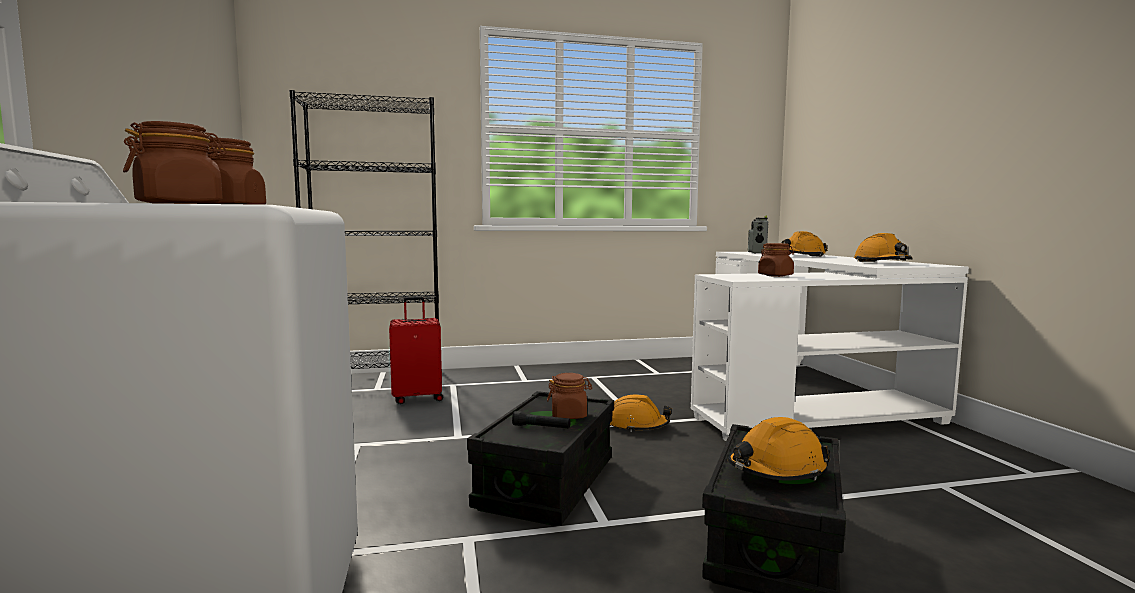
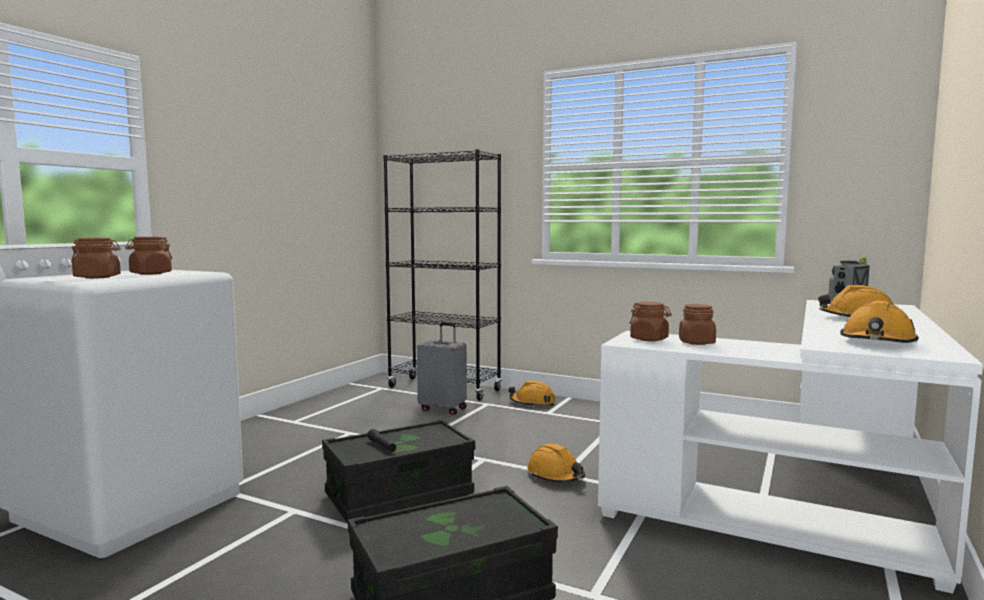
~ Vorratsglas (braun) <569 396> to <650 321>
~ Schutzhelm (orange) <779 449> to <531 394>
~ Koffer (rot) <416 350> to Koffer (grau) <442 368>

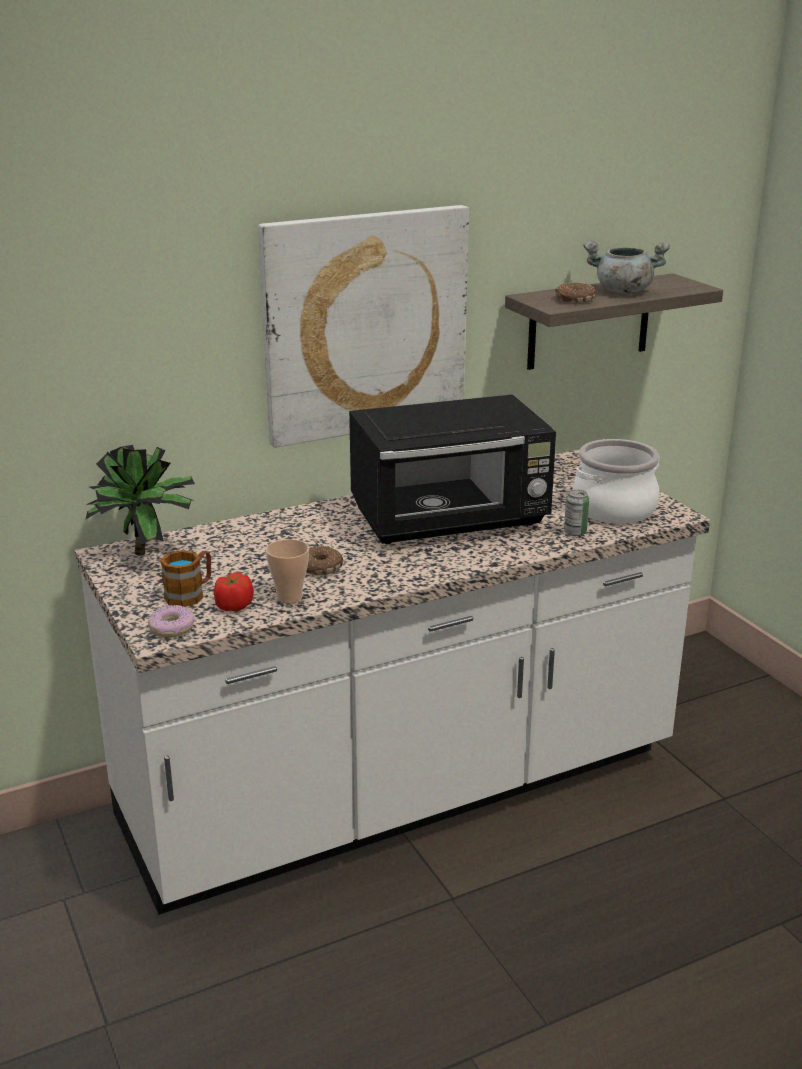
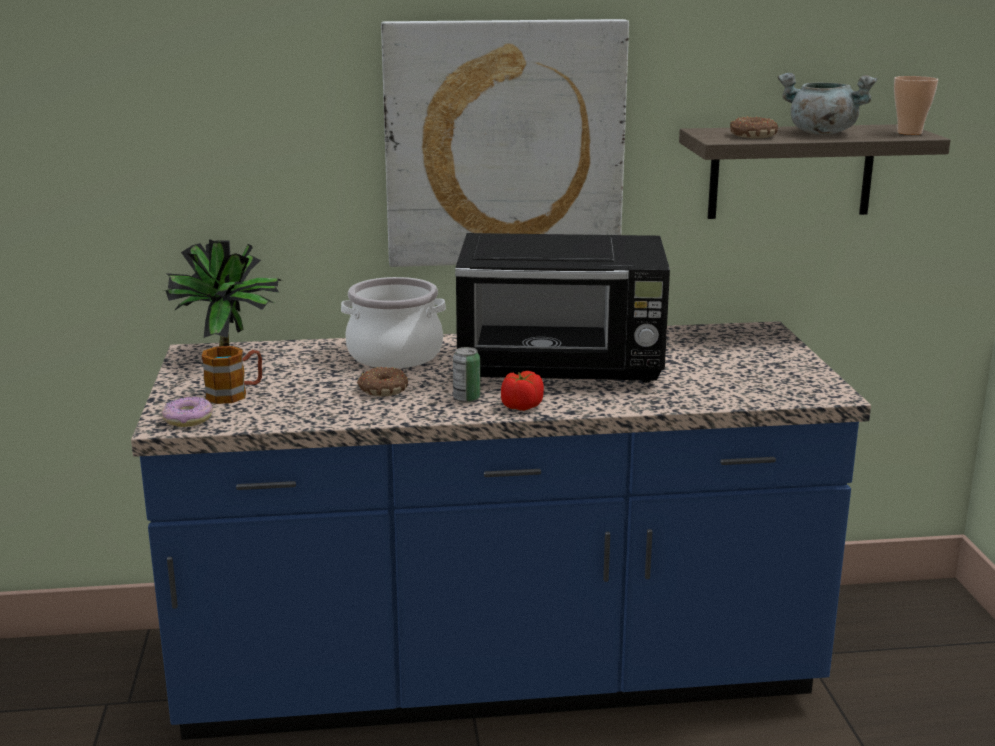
~ Tomate <233 591> to <522 391>
~ Tasse <287 571> to <916 105>
~ Dose <576 513> to <466 375>
~ Kochtopf <616 481> to <393 322>
~ Küchenzeile (weiß) <392 682> to Küchenzeile (blau) <501 530>

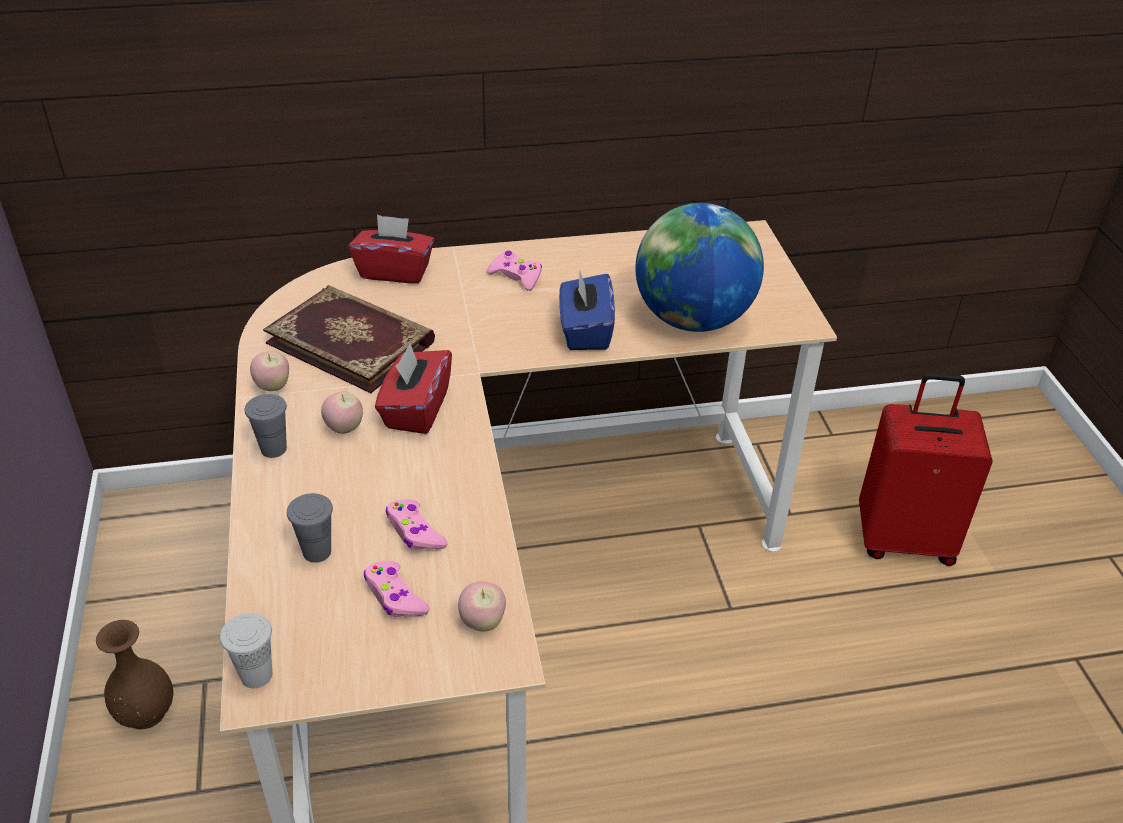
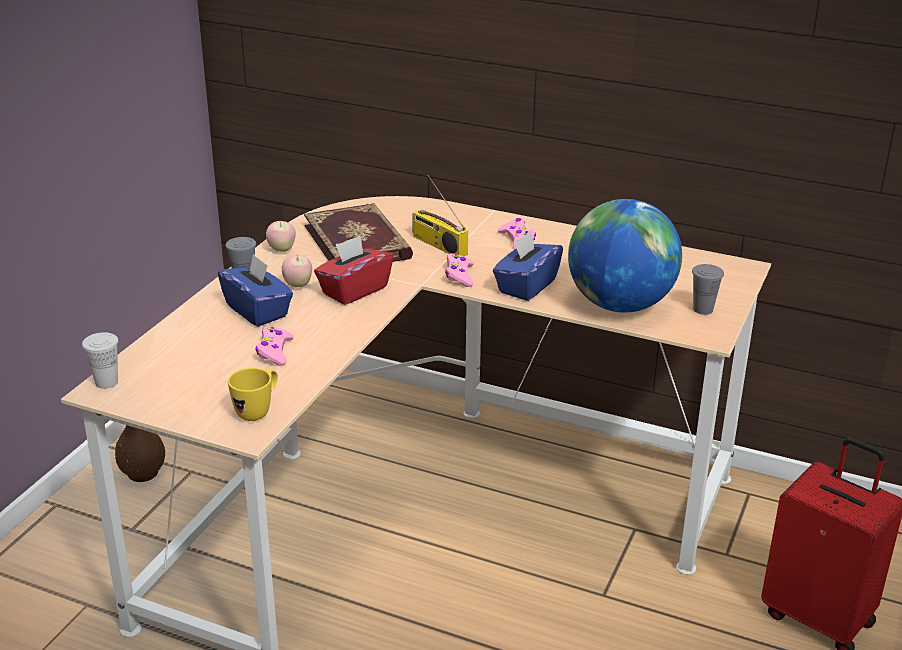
- Taschentuchbox (rot) <391 249>
+ Taschentuchbox (blau) <255 290>
+ Radio <440 215>
~ Tasse (grau) <310 528> to <708 289>
~ Gamepad (rosa) <397 589> to <459 270>
~ Apfel <482 606> to Henkelbecher (gelb) <253 394>

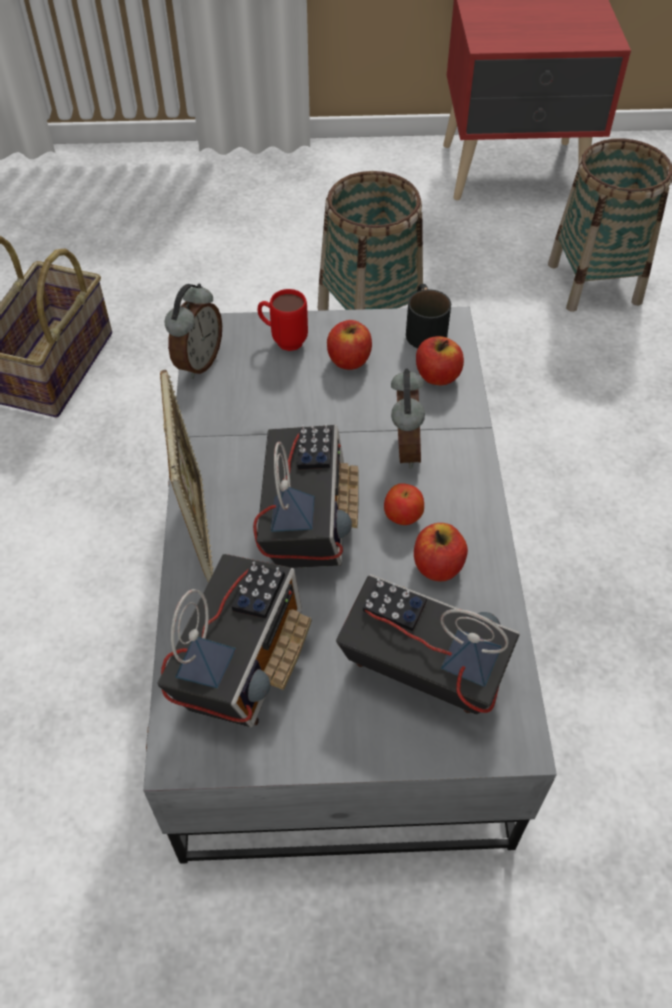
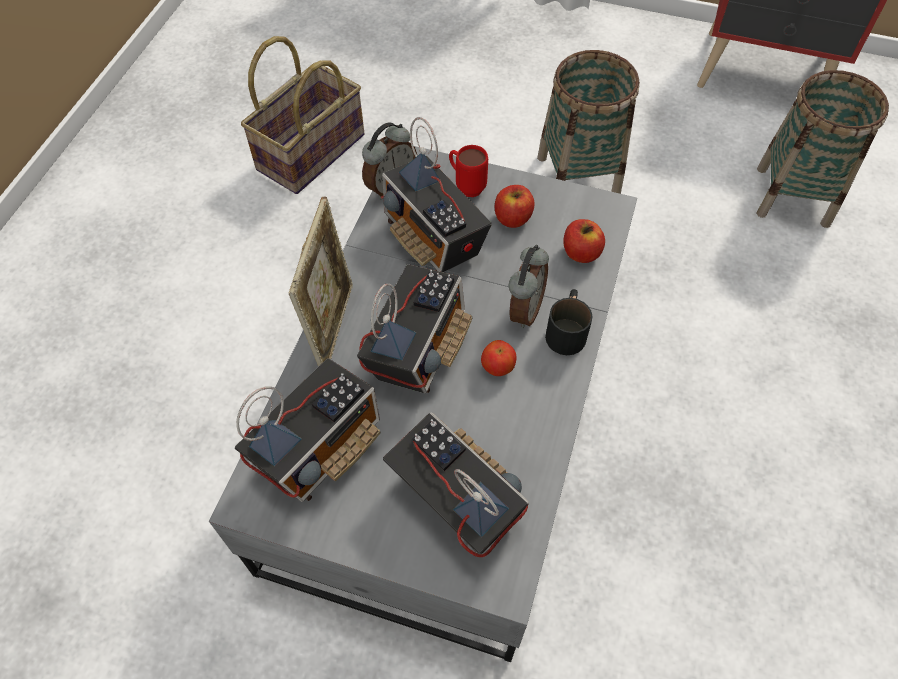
- Apfel <441 552>
+ Radio <436 194>
~ Henkelbecher (schwarz) <428 316> to <569 322>

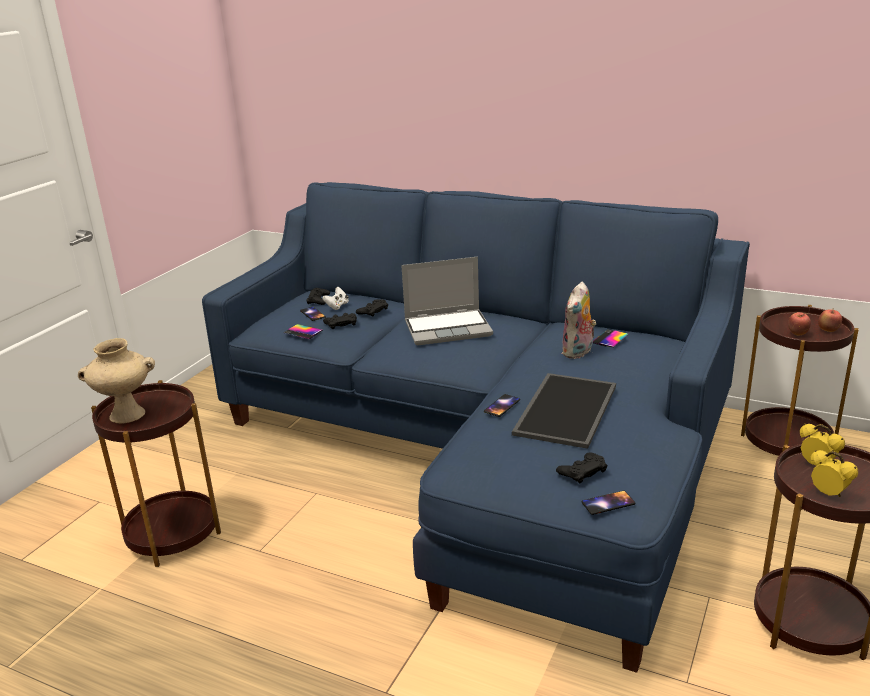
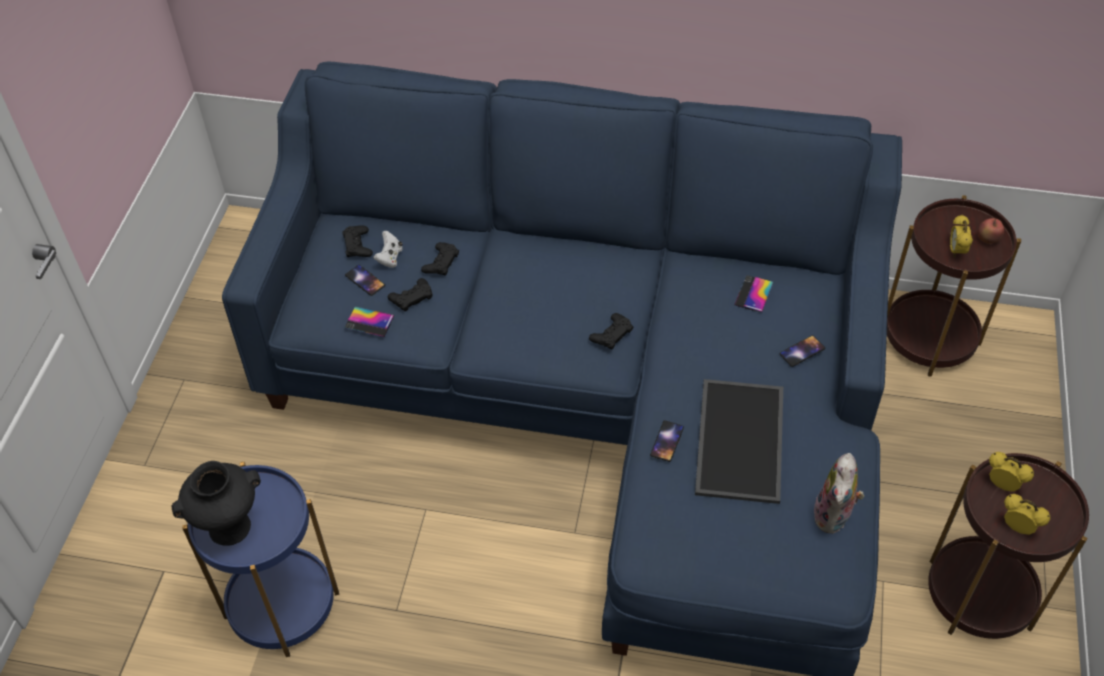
- Laptop <447 301>
~ Gamepad (schwarz) <582 468> to <611 331>
~ Plüschtier <578 320> to <839 493>
~ Handy <608 503> to <802 351>
~ Apfel <799 324> to Wecker <961 235>
~ Vase (beige) <116 381> to Vase (schwarz) <216 503>
~ Beistelltisch (braun) <156 473> to Beistelltisch (blau) <260 559>

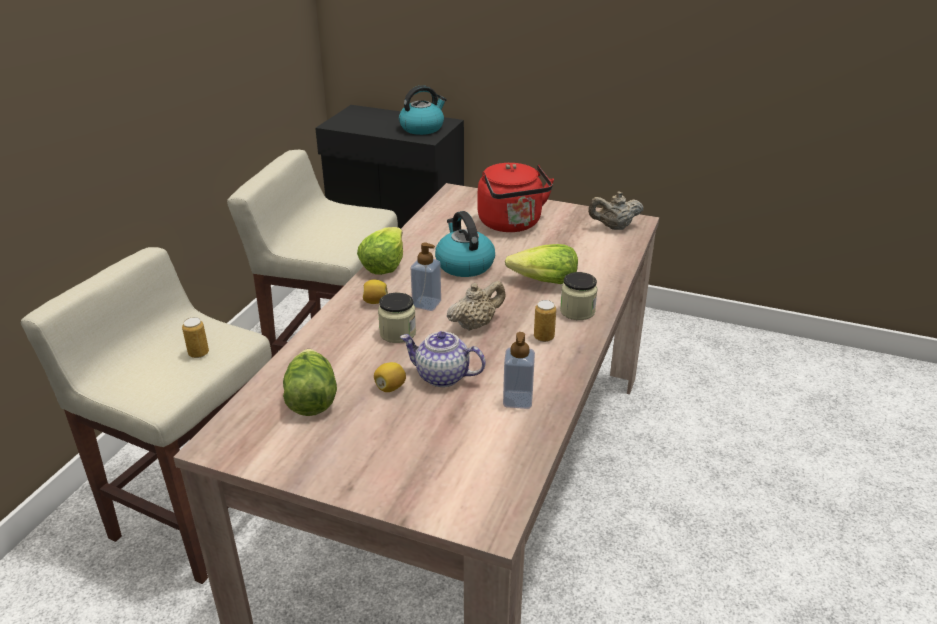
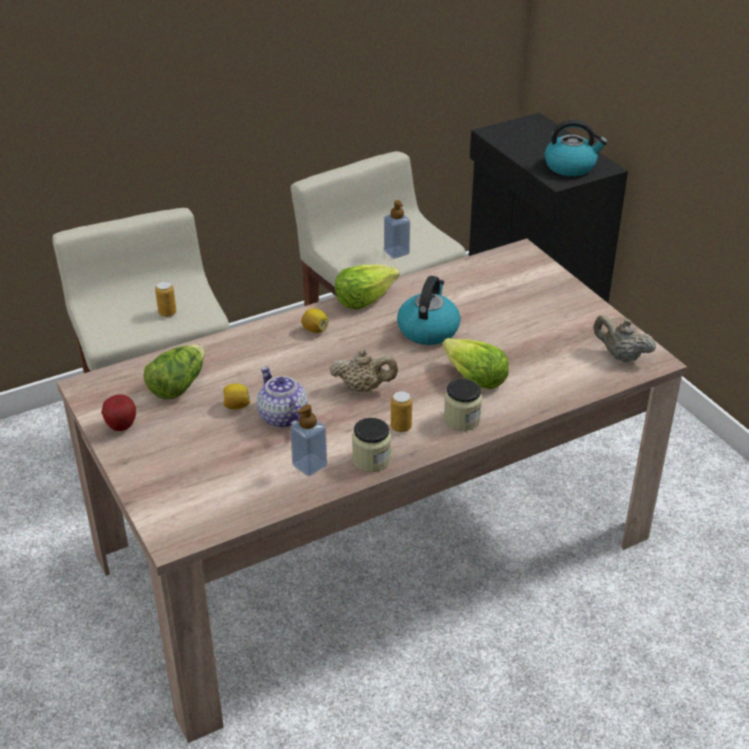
- Wasserkessel (rot) <516 197>
+ Apfel <118 412>
~ Vorratsglas <397 318> to <371 445>
~ Seifenspender <426 277> to <397 229>

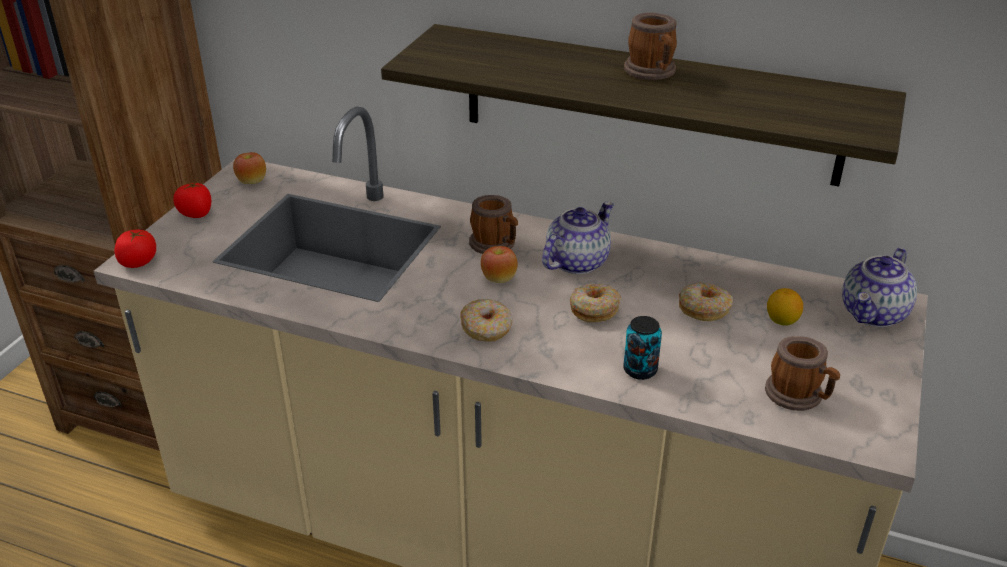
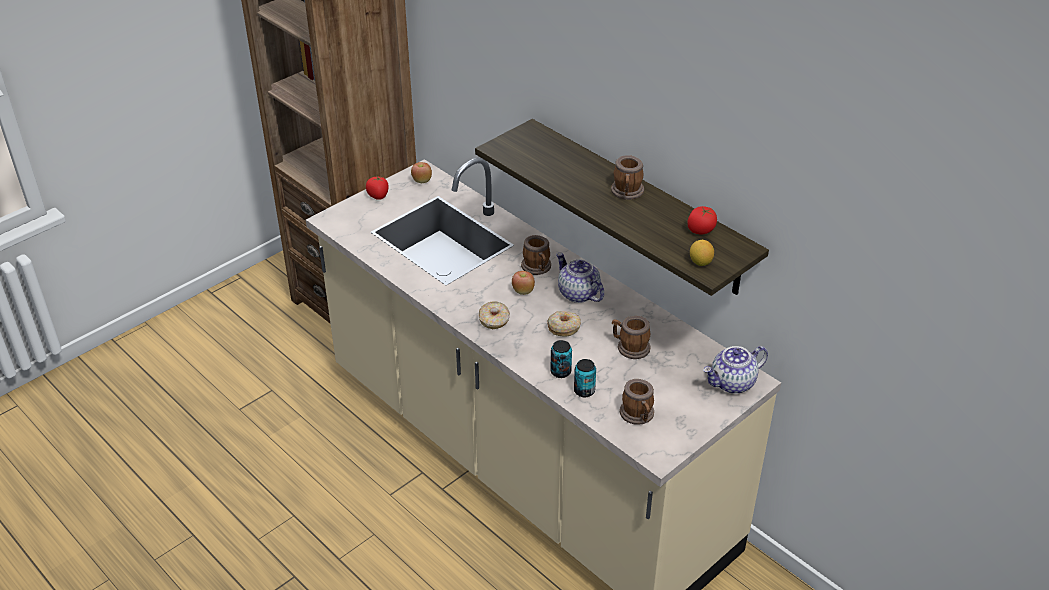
+ Dose <585 378>
~ Tomate <135 249> to <702 220>
~ Zitrone <785 307> to <702 253>
~ Donut <706 301> to Henkelbecher <631 337>
~ Teekanne <578 238> = <580 278> 105 degrees counterclockwise

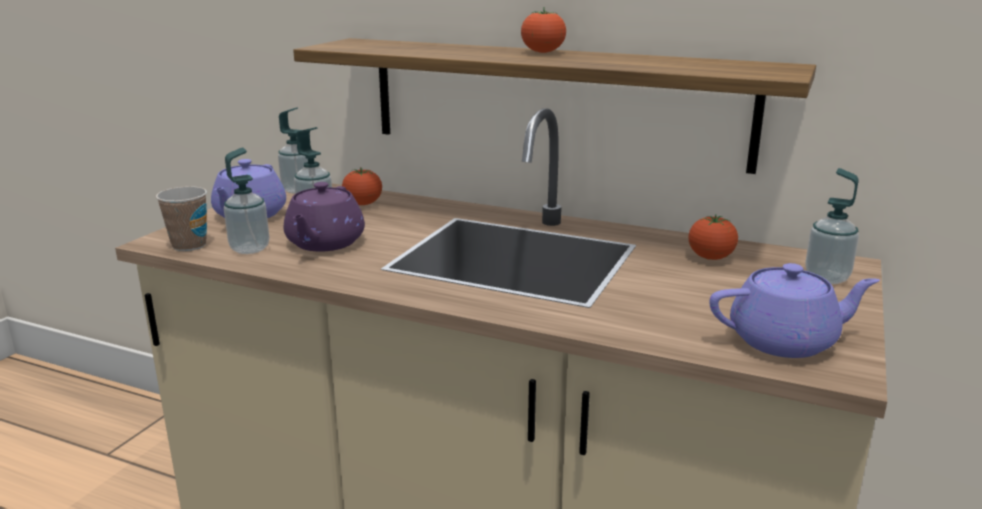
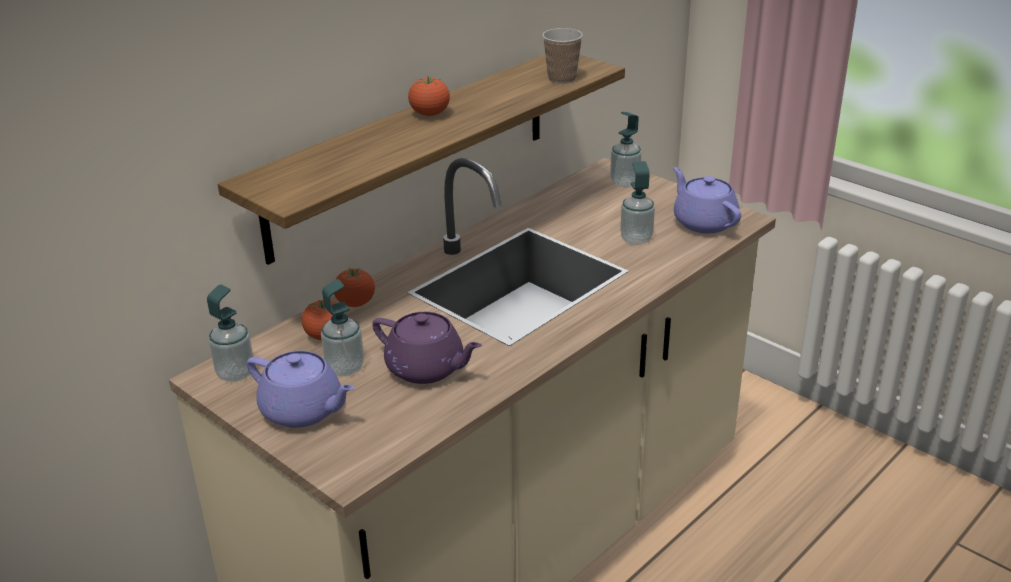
~ Tasse <181 218> to <562 56>
~ Seifenspender <246 201> to <637 203>
~ Tomate <713 237> to <354 287>
~ Teekanne (lila) <794 310> = <707 200> 45 degrees counterclockwise

